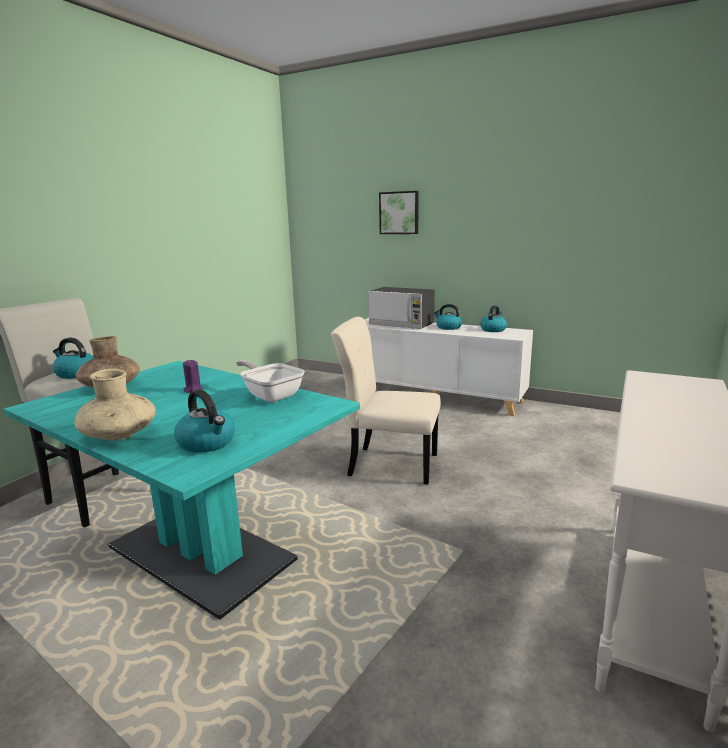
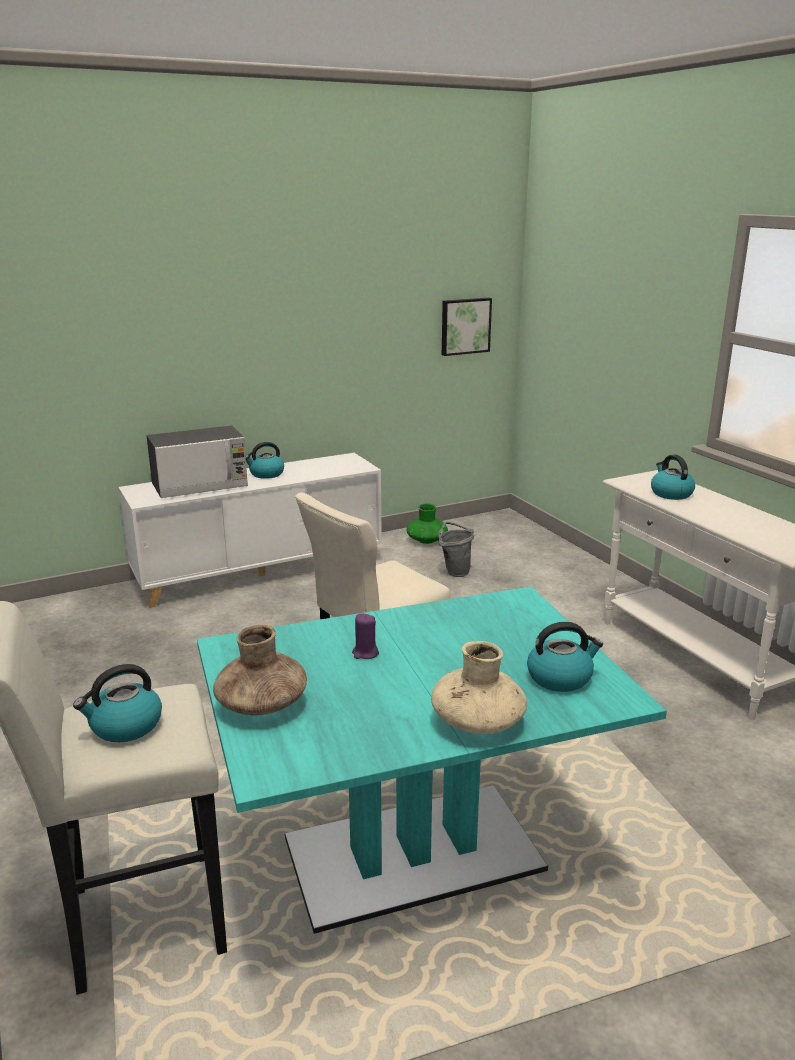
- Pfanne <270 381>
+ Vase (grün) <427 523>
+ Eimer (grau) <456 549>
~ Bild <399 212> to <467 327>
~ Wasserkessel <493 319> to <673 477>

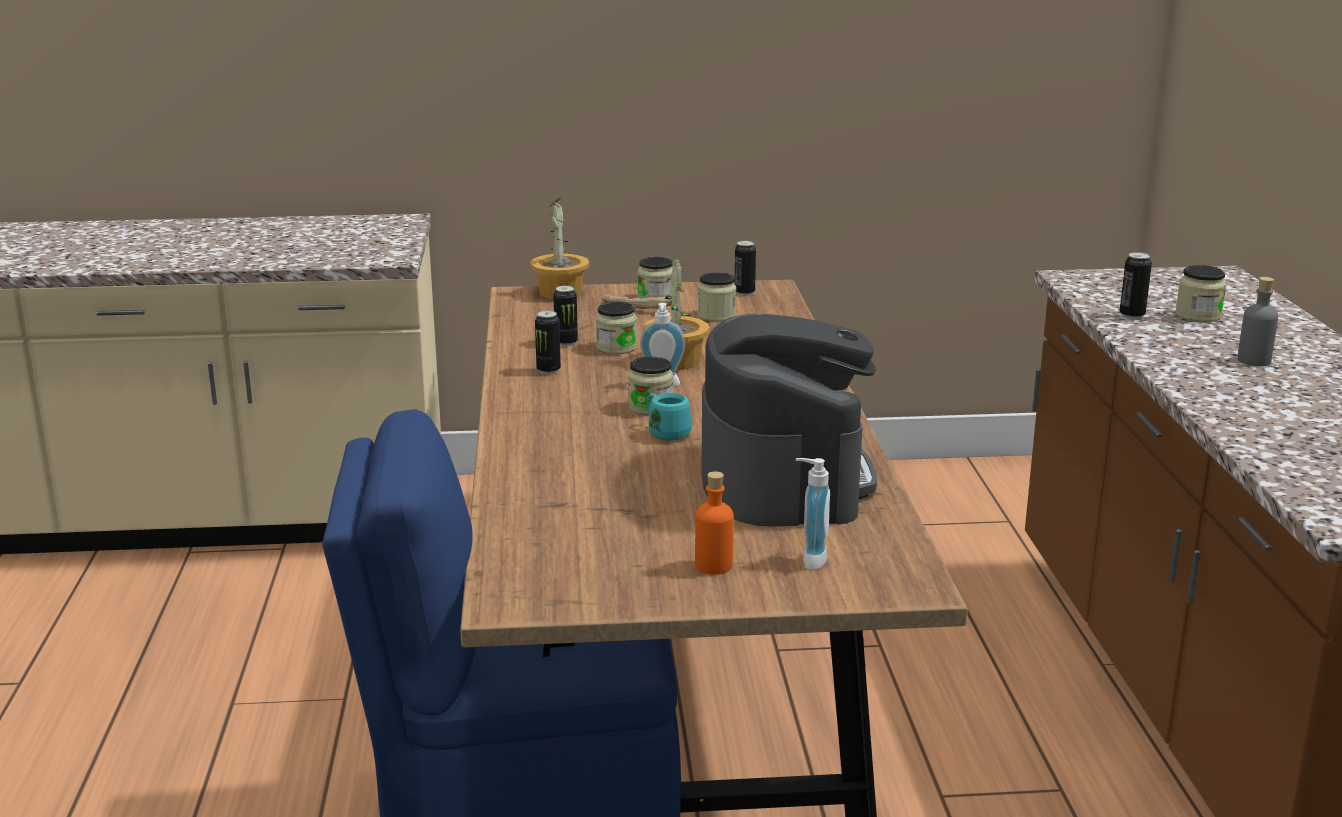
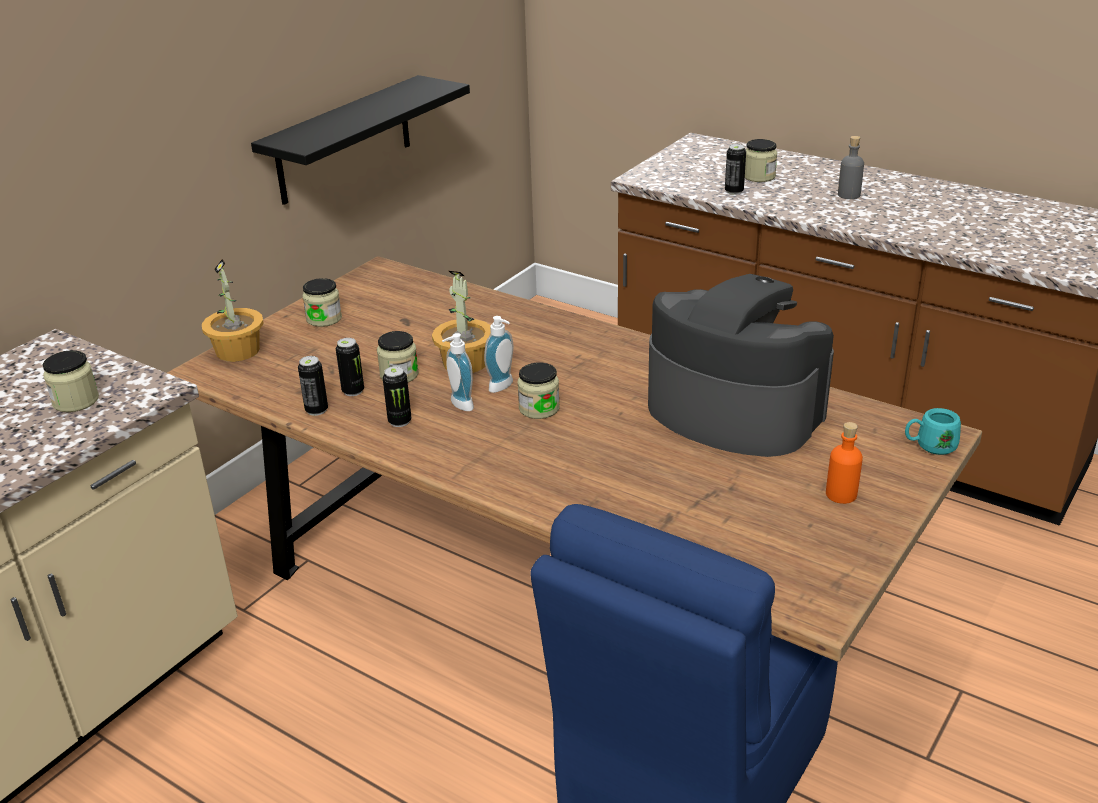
- Brot <637 301>
+ Wandregal (schwarz) <360 140>
~ Henkelbecher (türkis) <669 417> to <933 431>
~ Vorratsglas <717 297> to <71 381>
~ Dose <745 268> to <313 386>
~ Seifenspender <813 514> to <458 372>

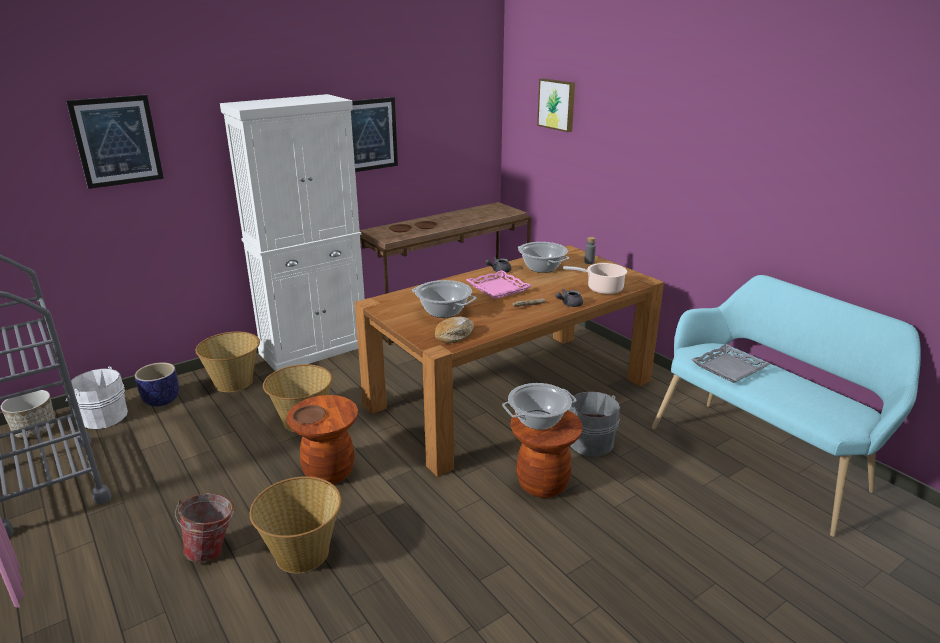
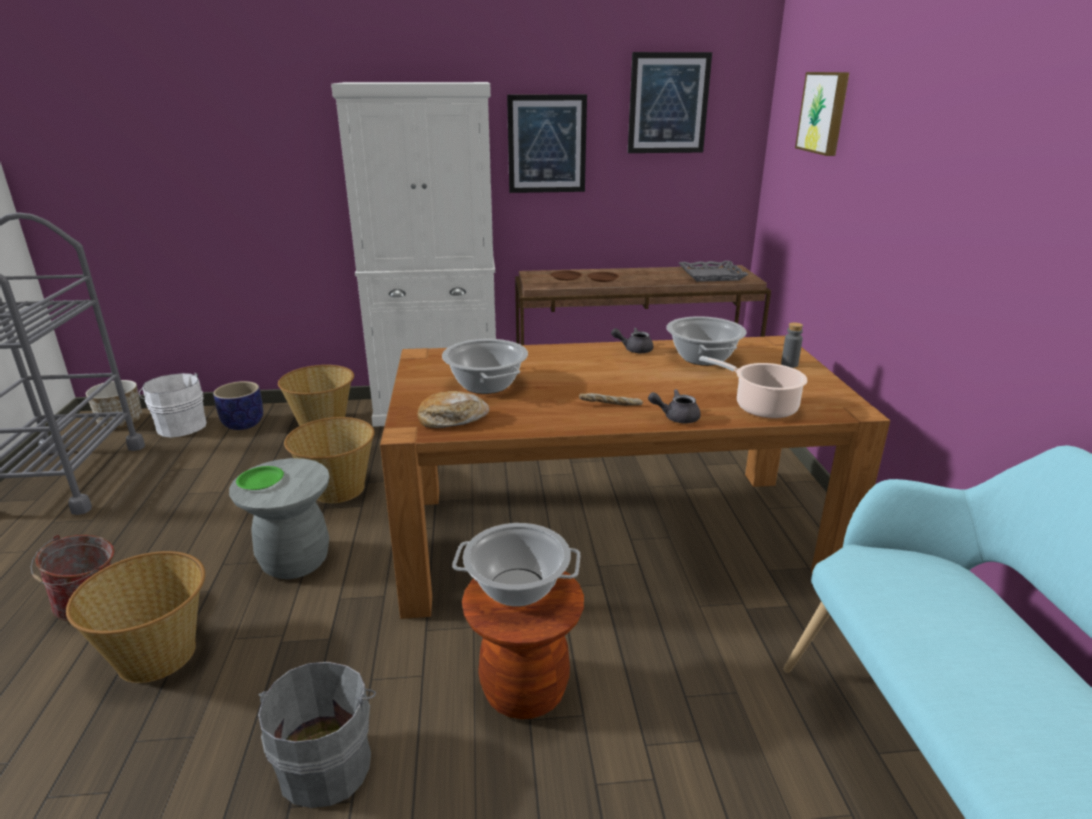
- Tablett (rosa) <499 284>
~ Bild <115 142> to <670 102>
~ Eimer (grau) <594 424> to <317 735>
~ Tablett (grau) <730 363> to <714 271>
~ Hocker (braun) <322 439> to Hocker (grau) <279 518>
~ Teller (braun) <309 414> to Teller (grün) <260 478>

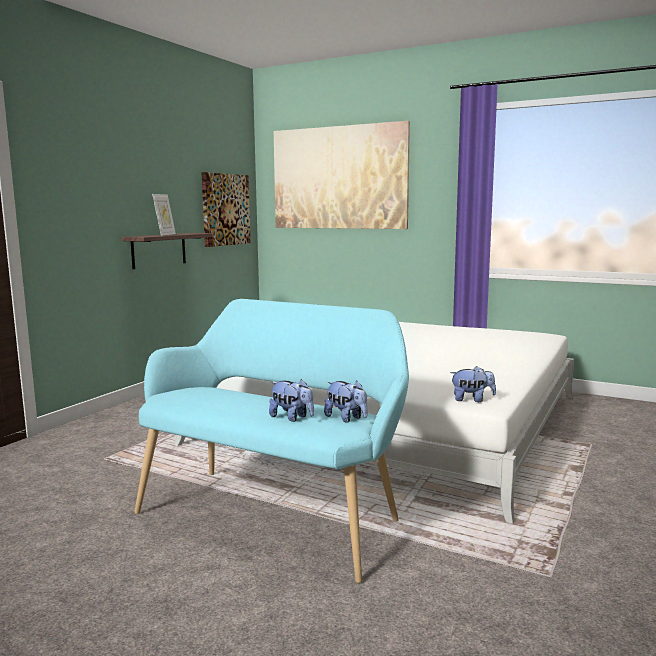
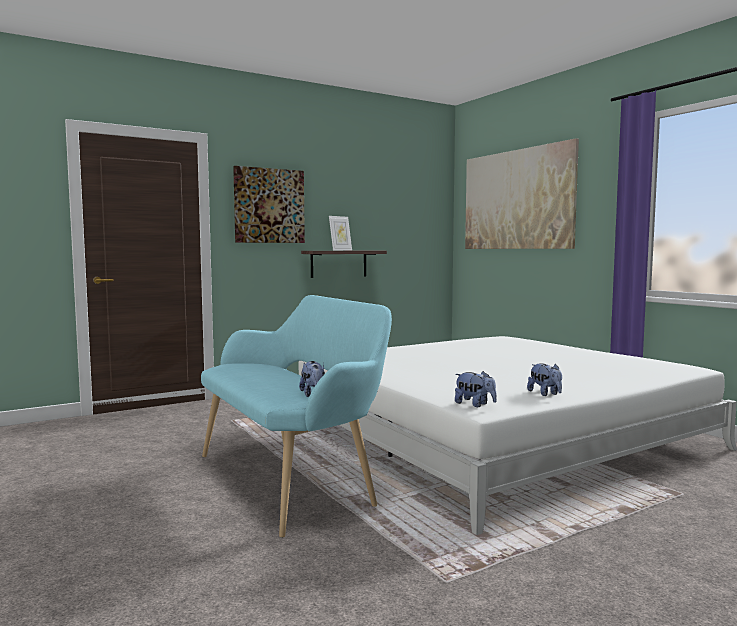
~ Bild <226 209> to <269 204>
~ Plüschtier <291 400> to <544 379>

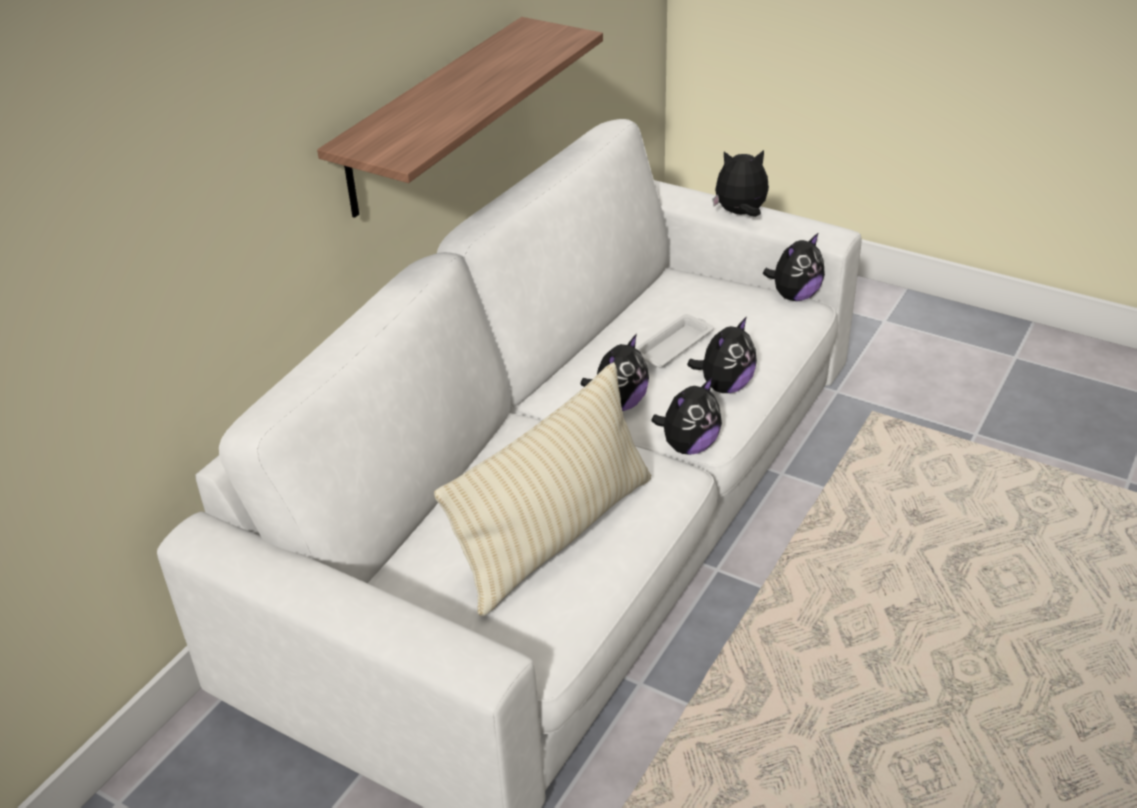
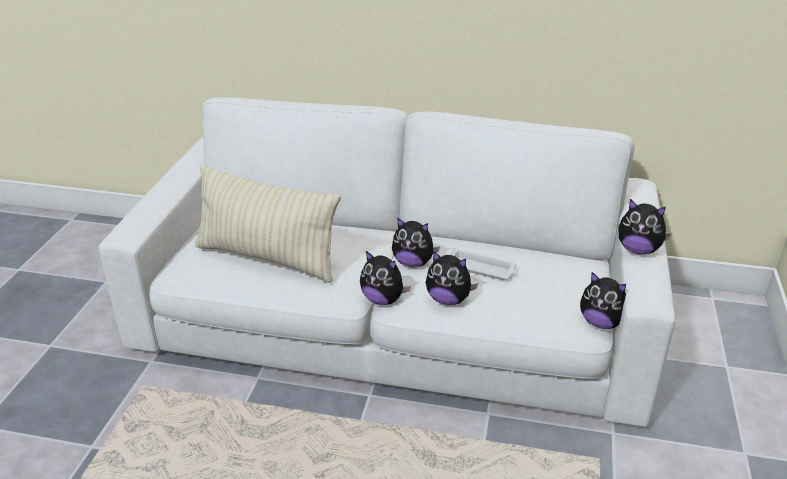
- Wandregal <460 117>
~ Plüschtier <740 183> = <644 226> 135 degrees clockwise

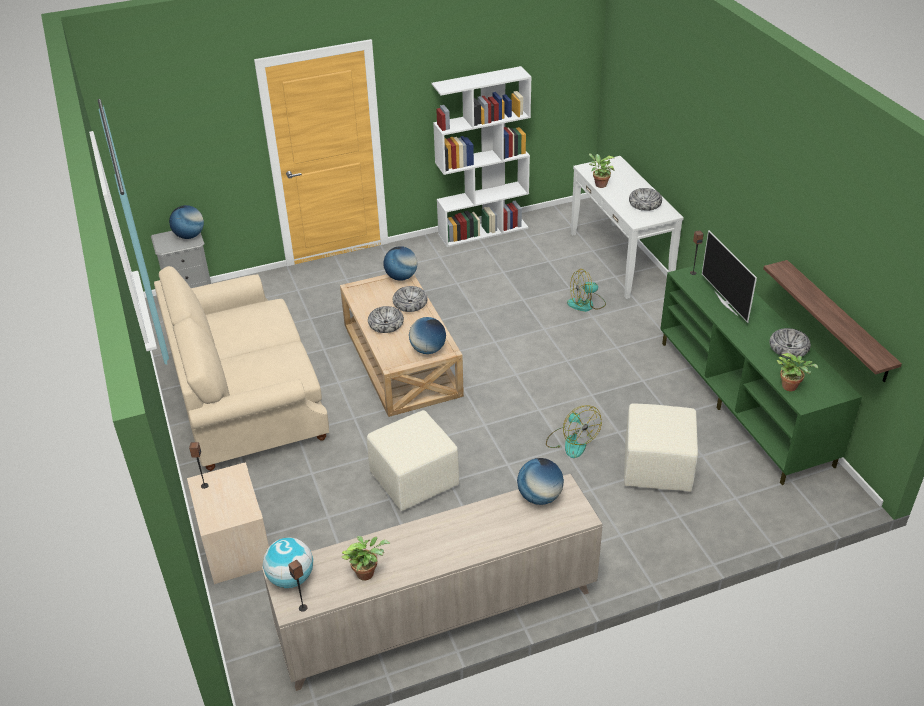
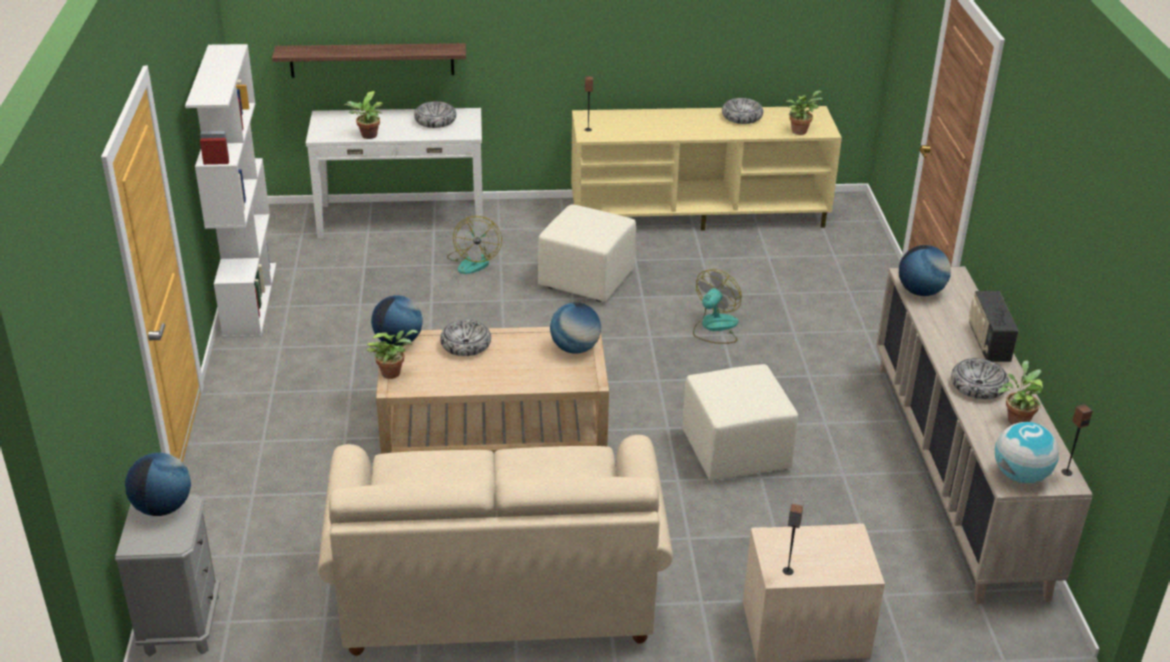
- Fernseher <729 276>
+ Topfpflanze <392 354>
+ Radio <993 326>
~ Schüssel <386 319> to <980 379>
~ Polsterhocker (beige) <661 448> to <587 253>
~ Wandregal <832 321> to <369 60>
~ Fernsehschrank (grün) <761 374> to Fernsehschrank (beige) <706 168>
~ Ventilator <574 431> = <717 306> 45 degrees counterclockwise

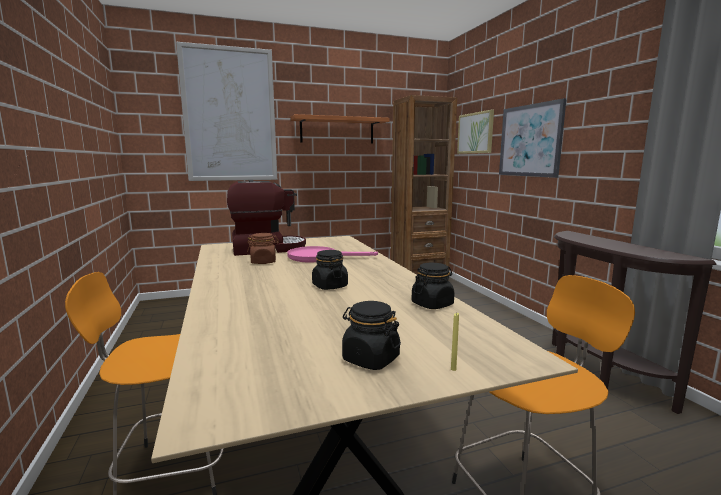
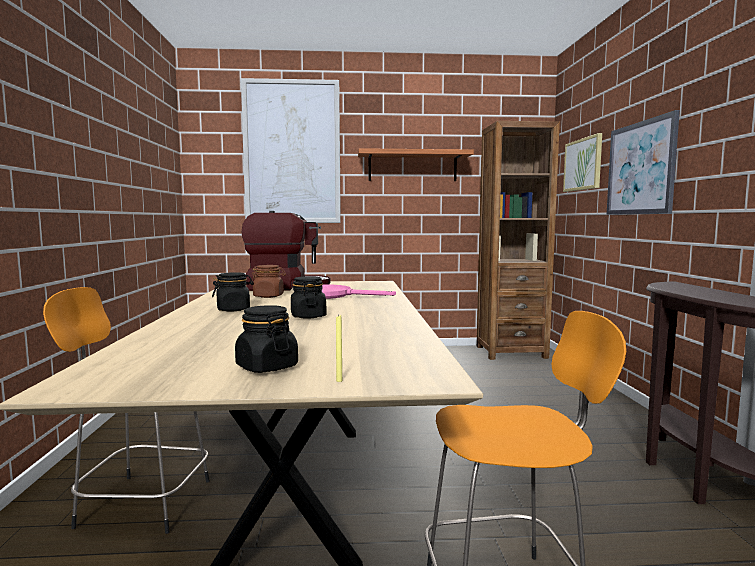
~ Vorratsglas (schwarz) <433 286> to <233 292>

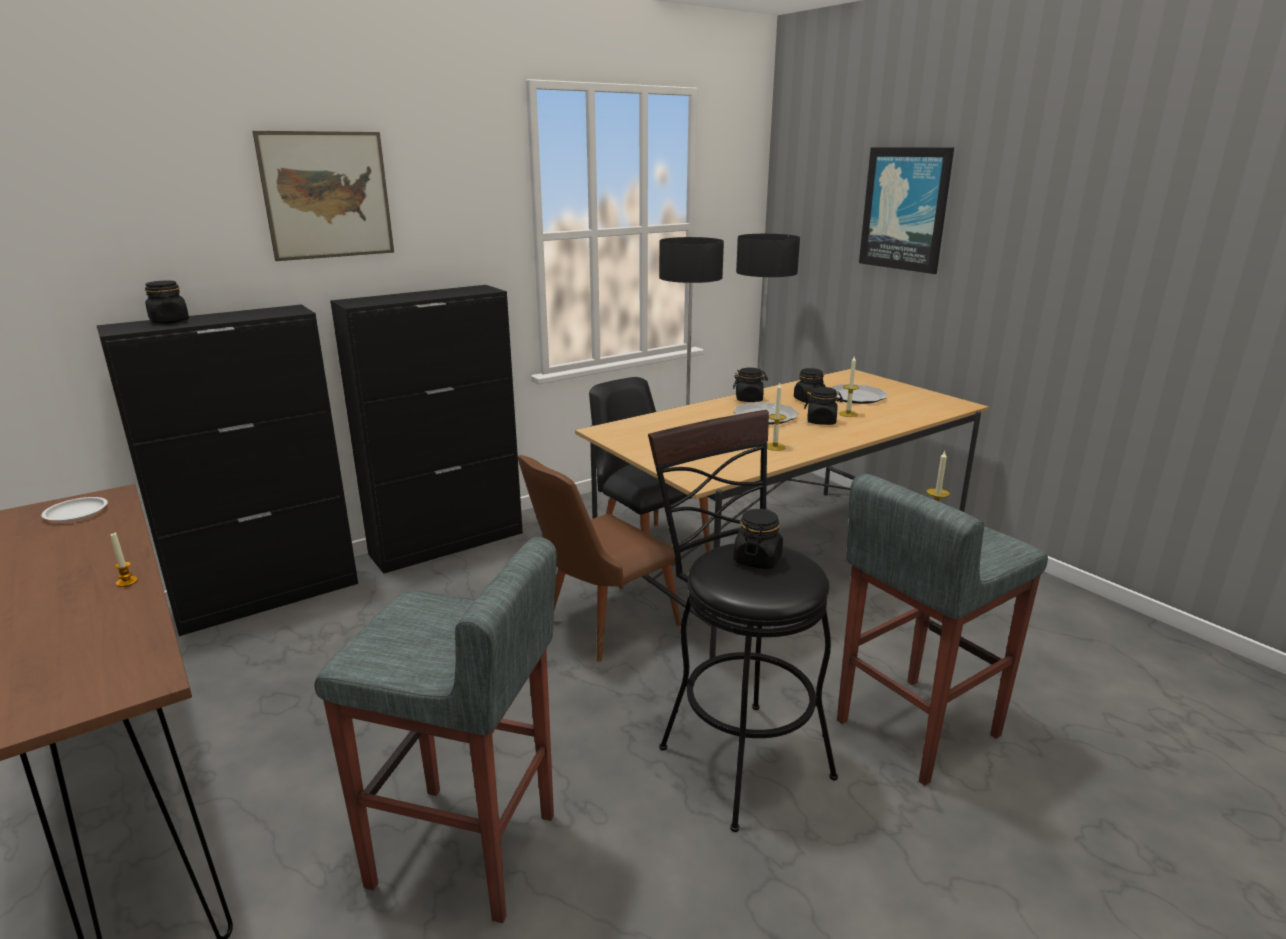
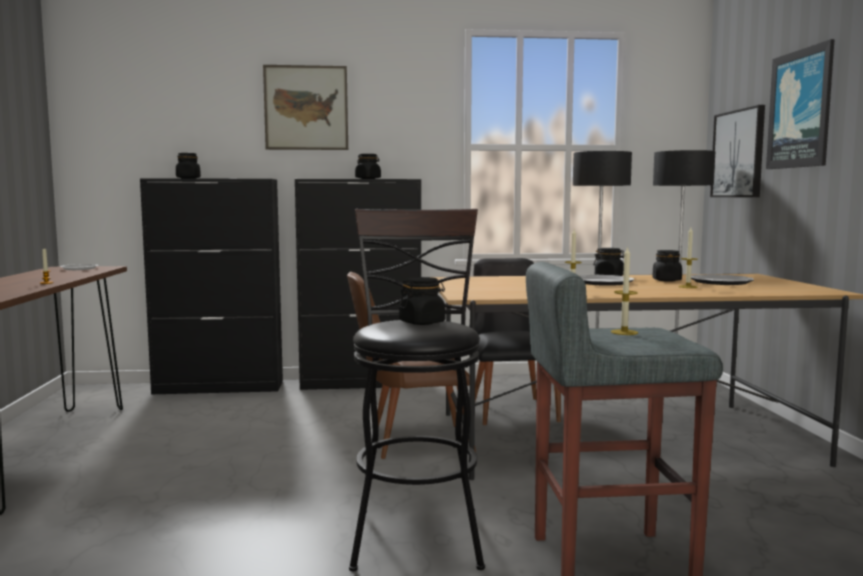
- Hocker (grau) <436 730>
+ Bild <737 151>
~ Vorratsglas (schwarz) <823 406> to <368 166>

